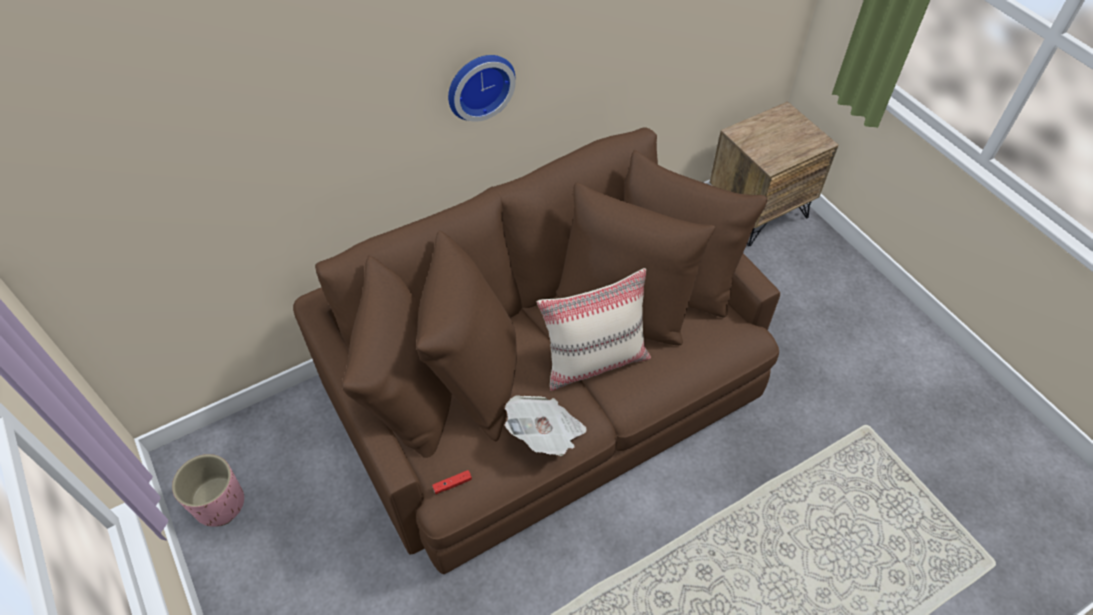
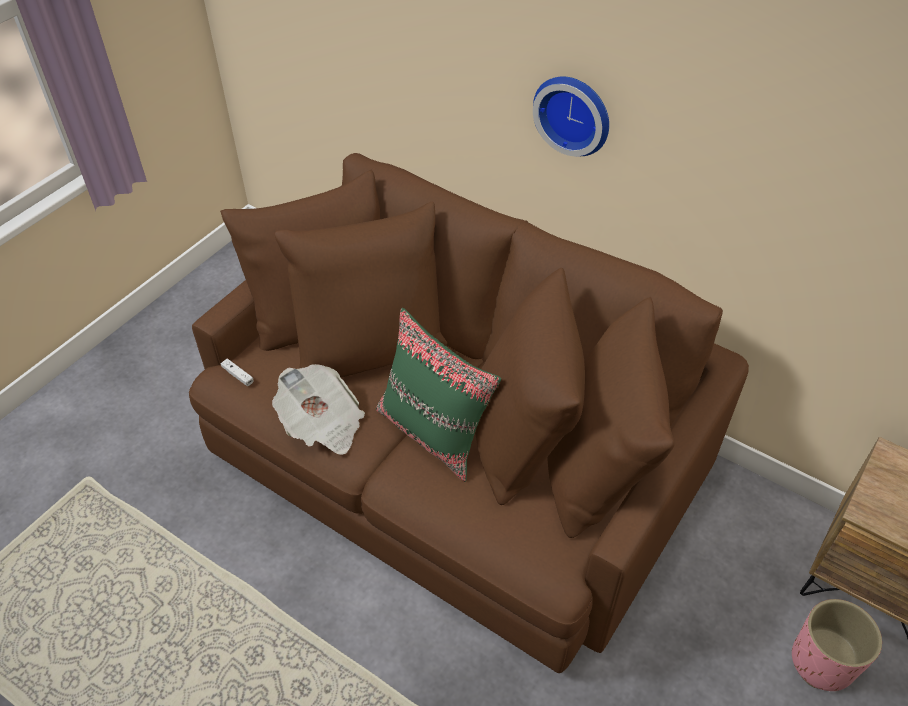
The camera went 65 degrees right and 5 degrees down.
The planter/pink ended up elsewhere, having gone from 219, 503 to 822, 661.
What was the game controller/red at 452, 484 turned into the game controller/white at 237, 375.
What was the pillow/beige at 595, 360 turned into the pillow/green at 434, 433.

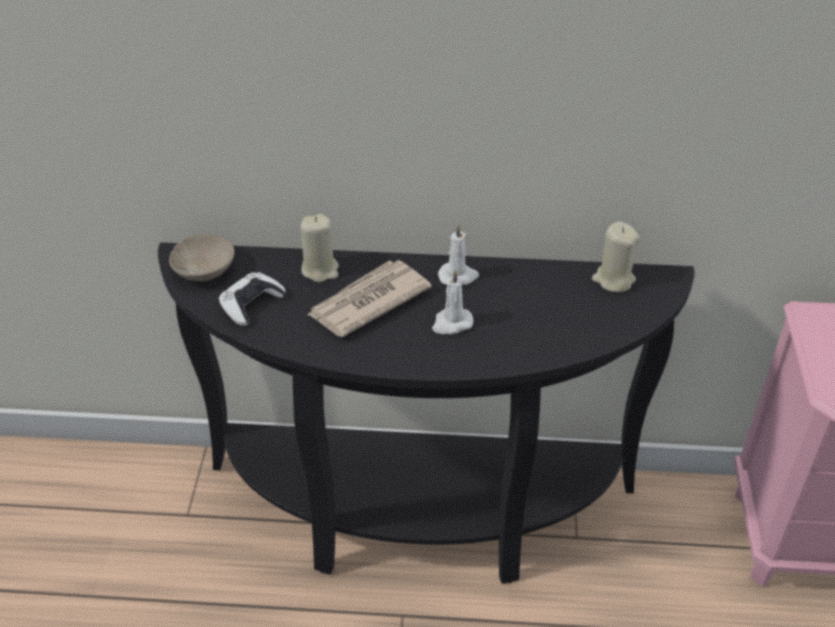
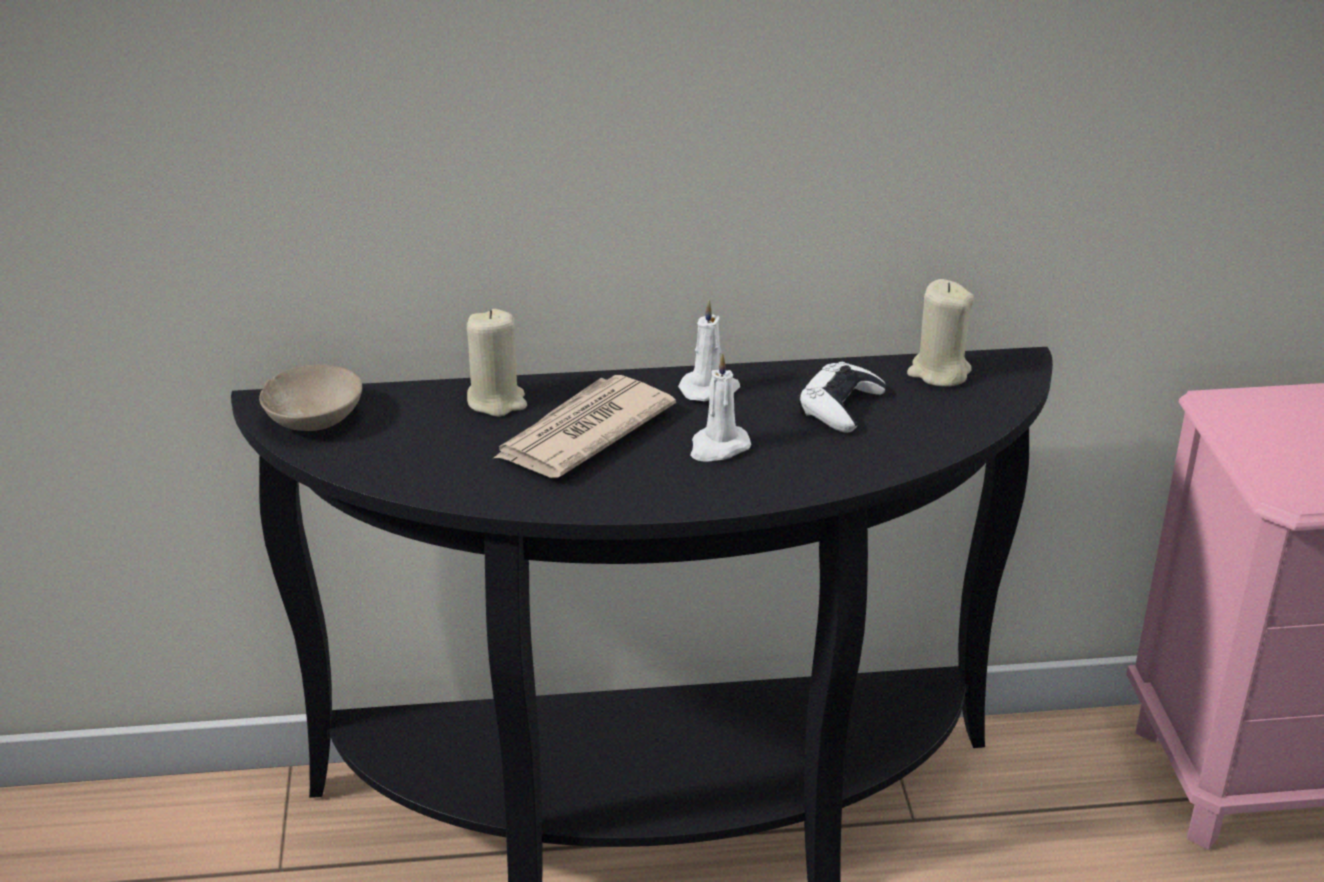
The camera went 10 degrees left and 10 degrees down.
The game controller/white ended up elsewhere, having gone from 251, 303 to 840, 406.

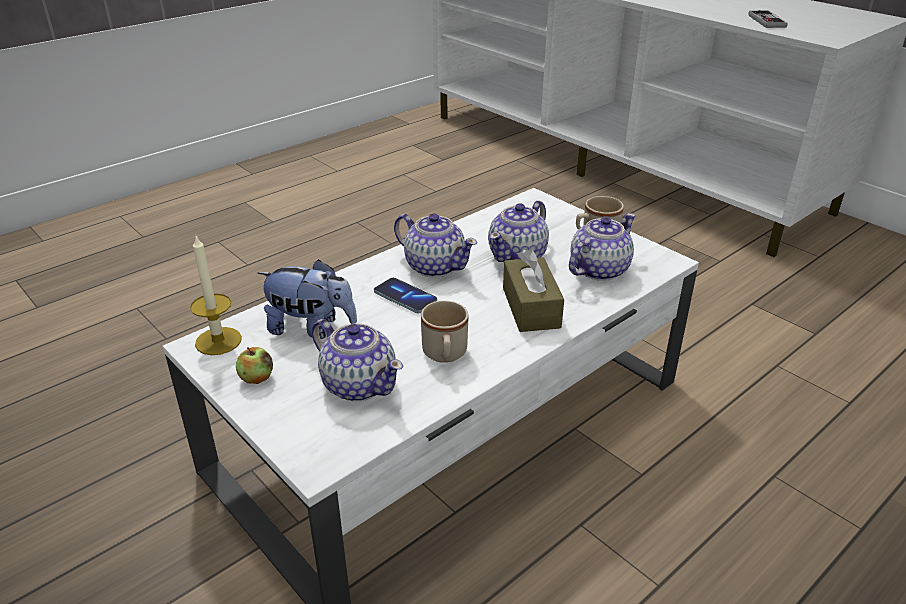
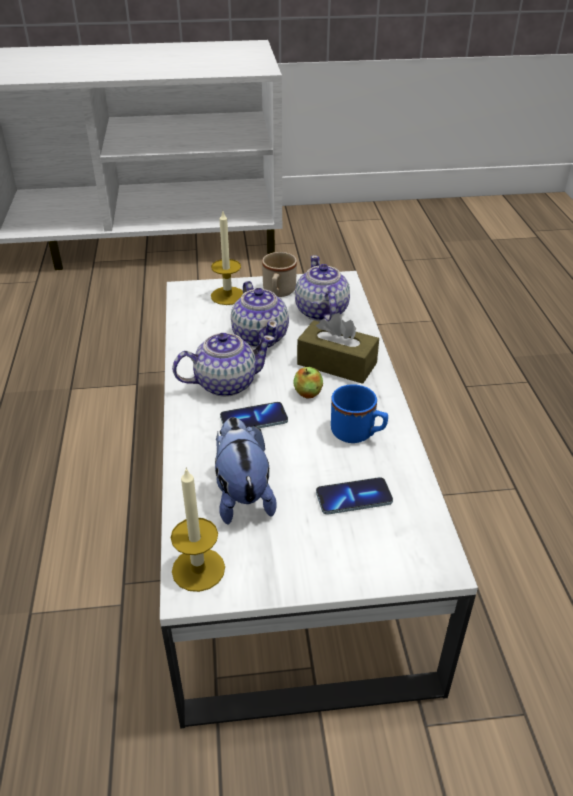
The camera went 55 degrees left and 5 degrees up.
The apple ended up elsewhere, having gone from 256, 378 to 308, 393.
The plush toy at 311, 328 ended up facing another way, 60 degrees counterclockwise from before.
Where the teapot stood at 359, 384, the phone came to stand at 354, 497.
What was the mug/beige at 445, 355 turned into the mug/blue at 358, 434.
The second view lost the game controller at 766, 21.
The second view gained the candle at 227, 296.

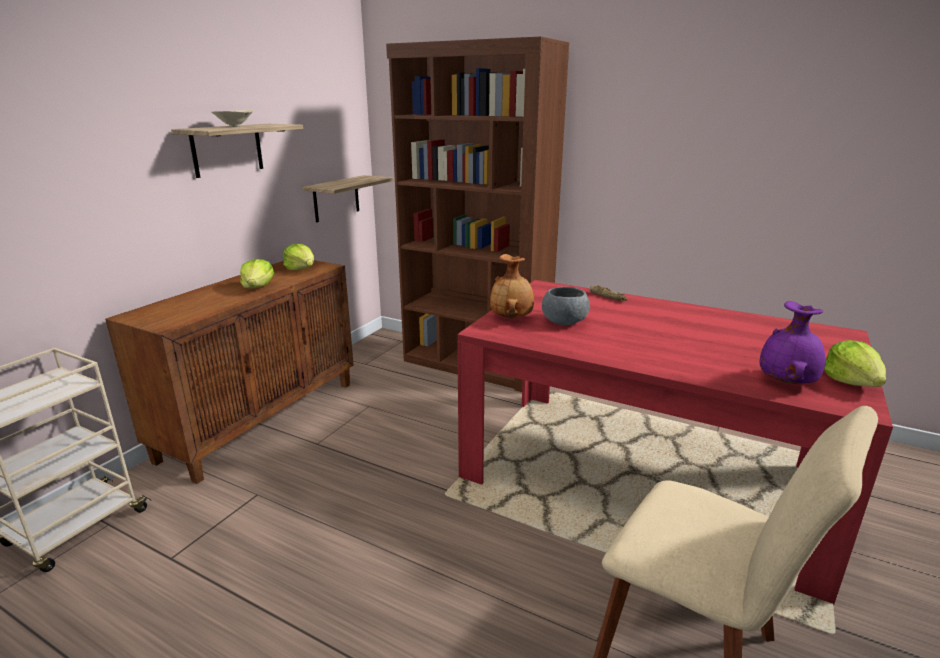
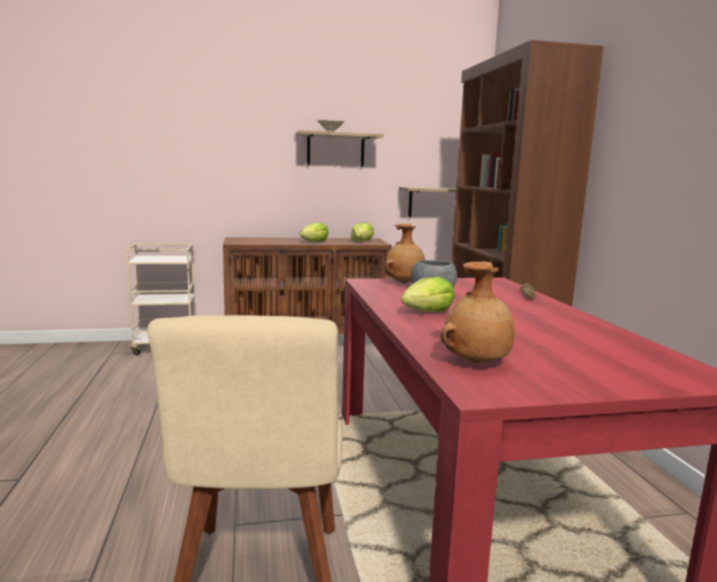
The camera went 50 degrees right and 10 degrees down.
What was the vase/purple at 787, 382 turned into the vase/brown at 477, 362.
The lettuce ended up elsewhere, having gone from 852, 382 to 428, 312.

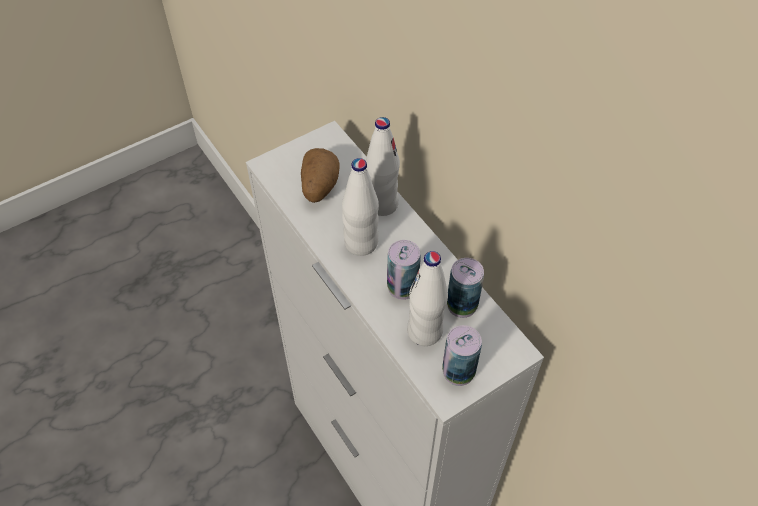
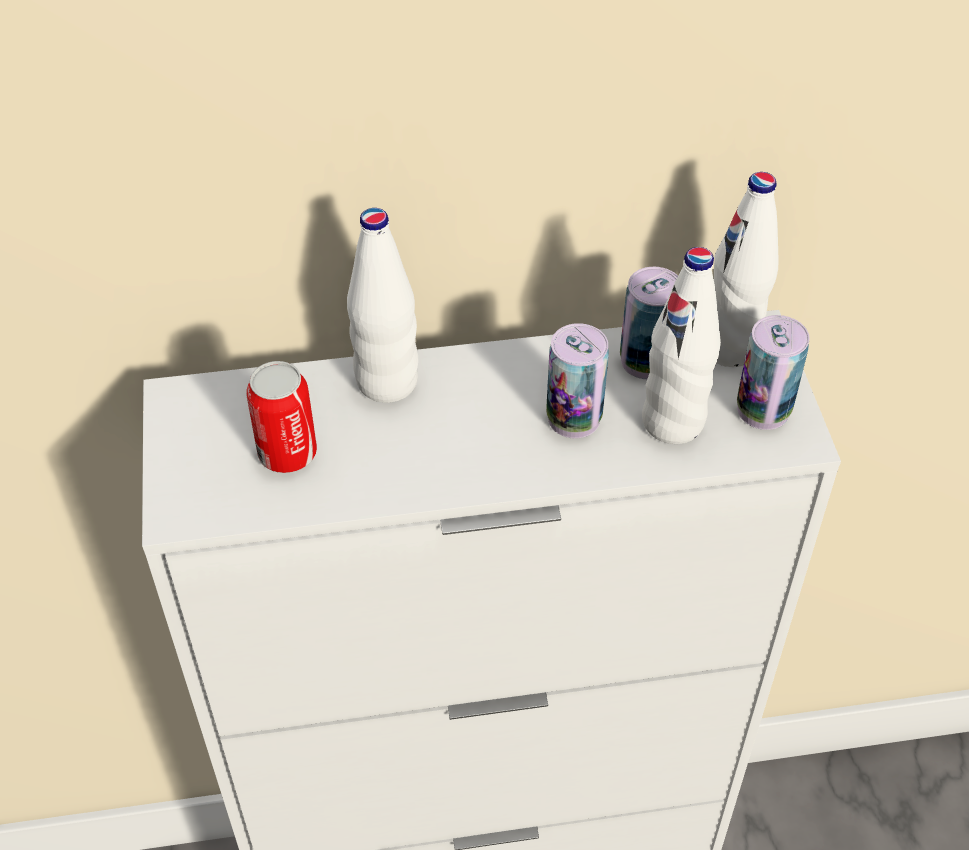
The camera went 65 degrees left and 5 degrees down.
Where the potato stood at 319, 186, the can came to stand at 287, 453.
The bottle/white ended up elsewhere, having gone from 361, 243 to 730, 347.

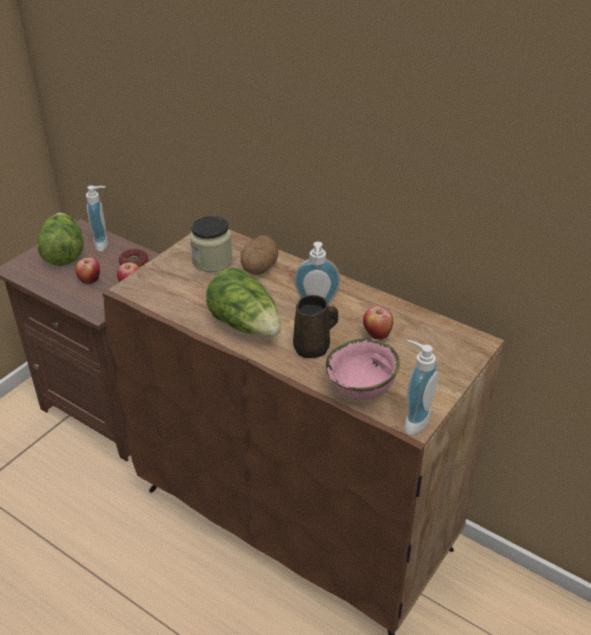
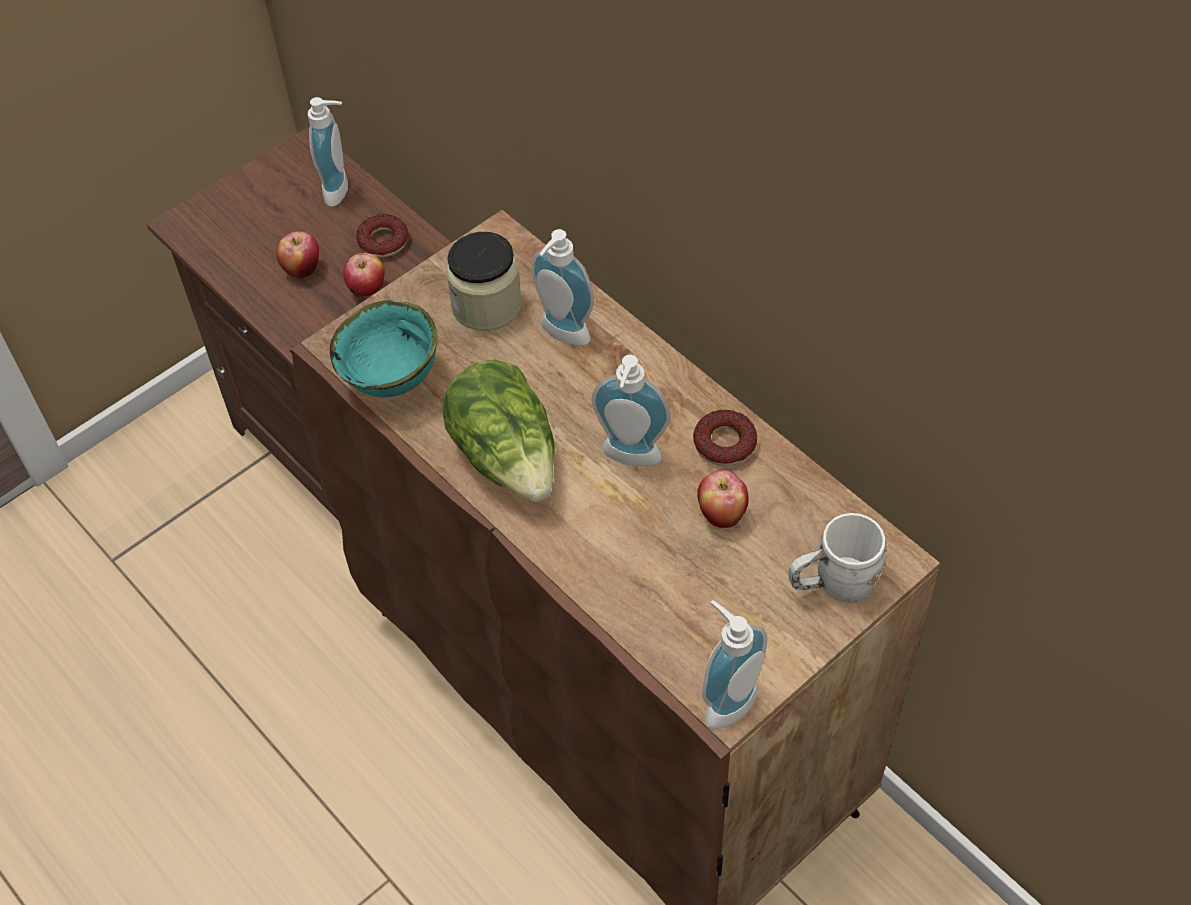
The camera went 15 degrees right and 15 degrees up.
The second view lost the lettuce at 63, 253.
Where the potato stood at 258, 269, the soap dispenser came to stand at 561, 335.
The second view lost the mug/brown at 313, 348.
The second view lost the bowl/pink at 362, 392.
The second view gained the bowl/turquoise at 393, 381.
The second view gained the donut at 724, 443.
The second view gained the mug/white at 833, 584.

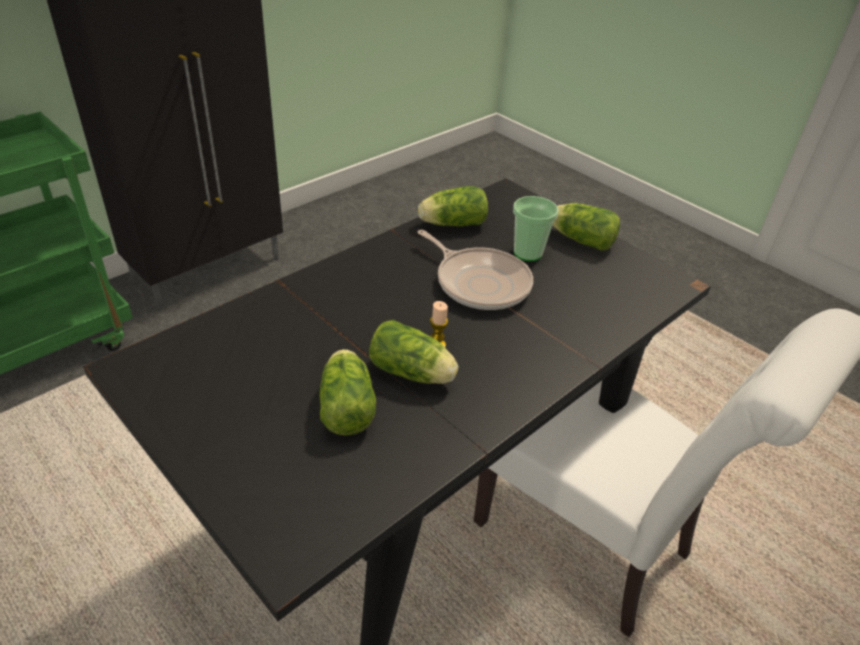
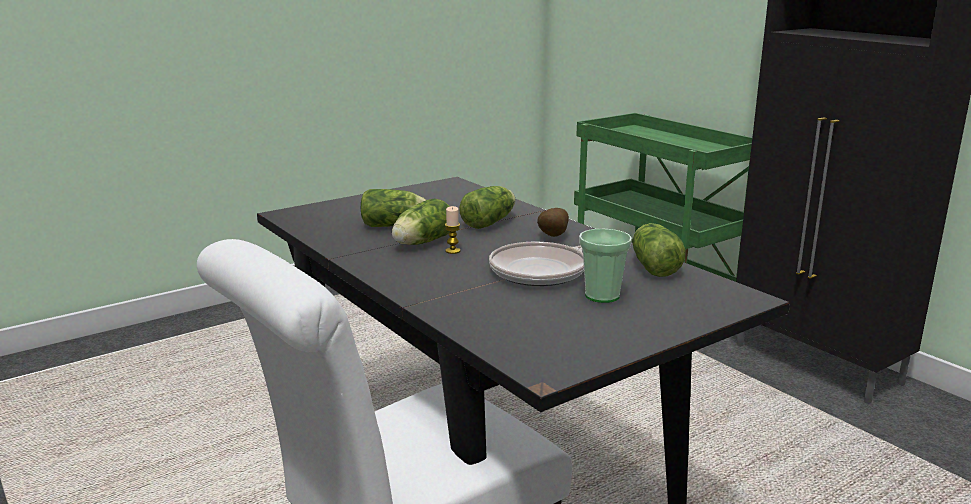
The camera went 100 degrees right and 20 degrees down.
The lettuce ended up elsewhere, having gone from 579, 239 to 490, 222.
The second view gained the potato at 551, 236.

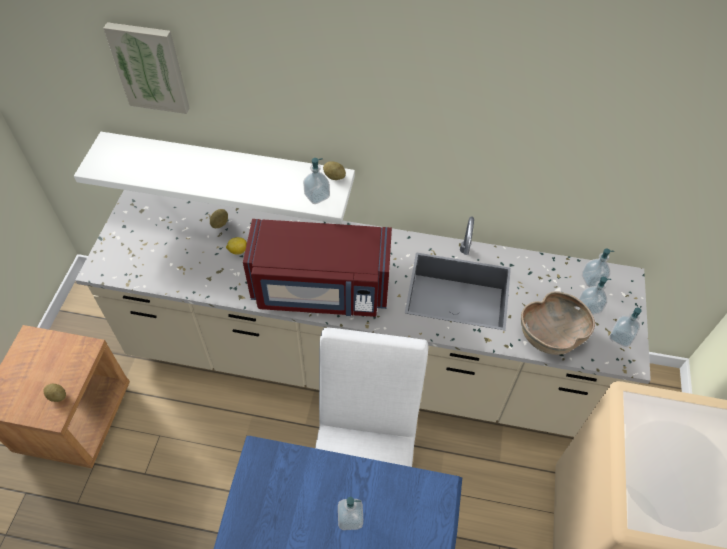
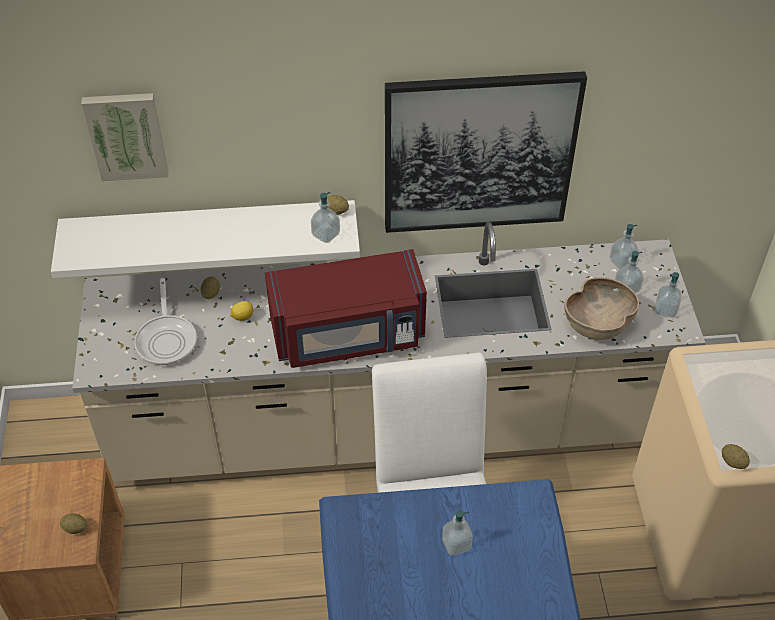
The camera went 15 degrees left and 5 degrees down.
The second view gained the frying pan at 167, 339.
The second view gained the picture at 479, 153.
The second view gained the potato at 733, 462.

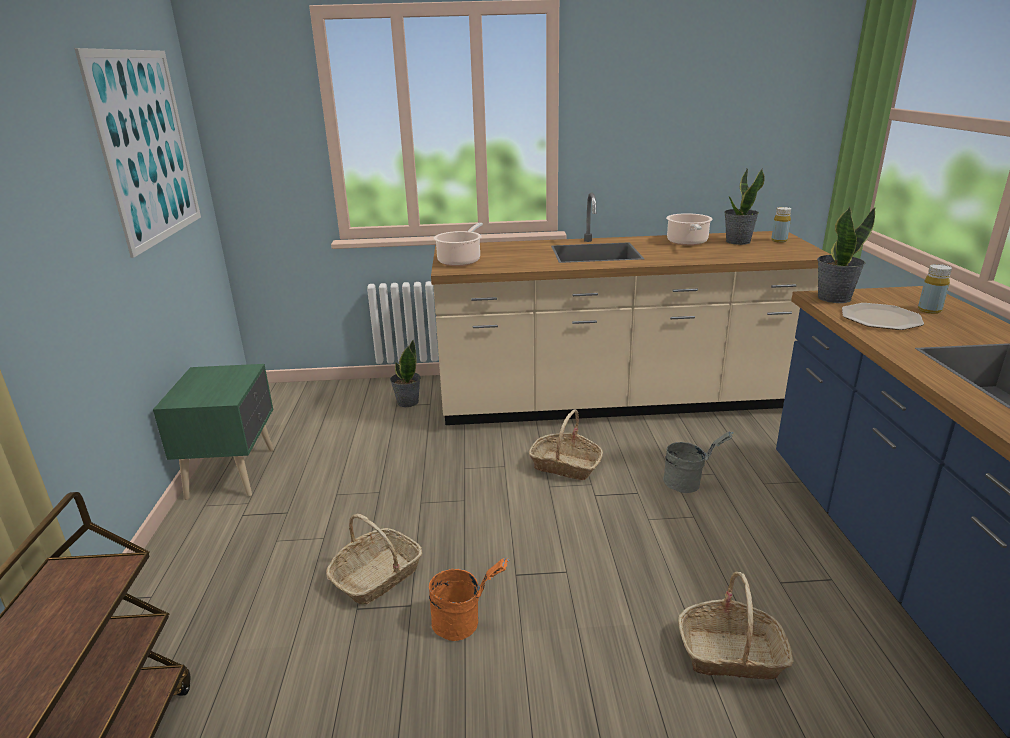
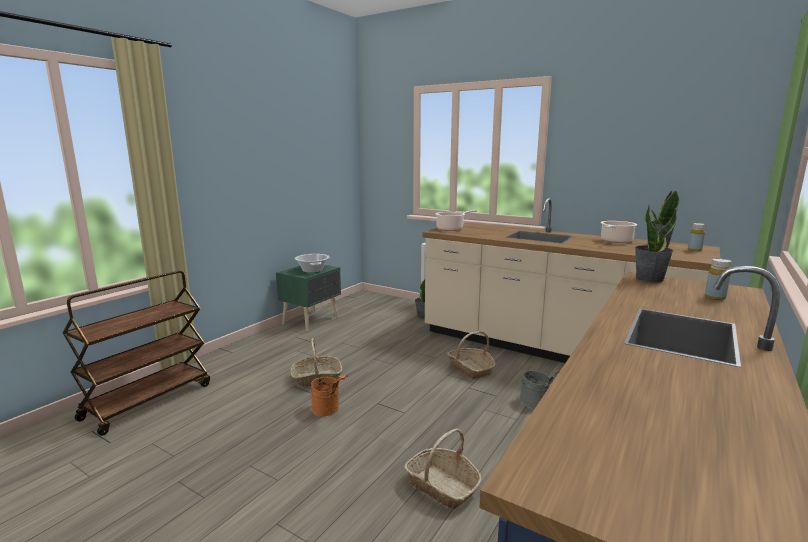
The camera went 35 degrees right and 10 degrees down.
The second view lost the picture at 147, 147.
The second view lost the plate at 880, 319.
The second view gained the cooking pot at 313, 270.

